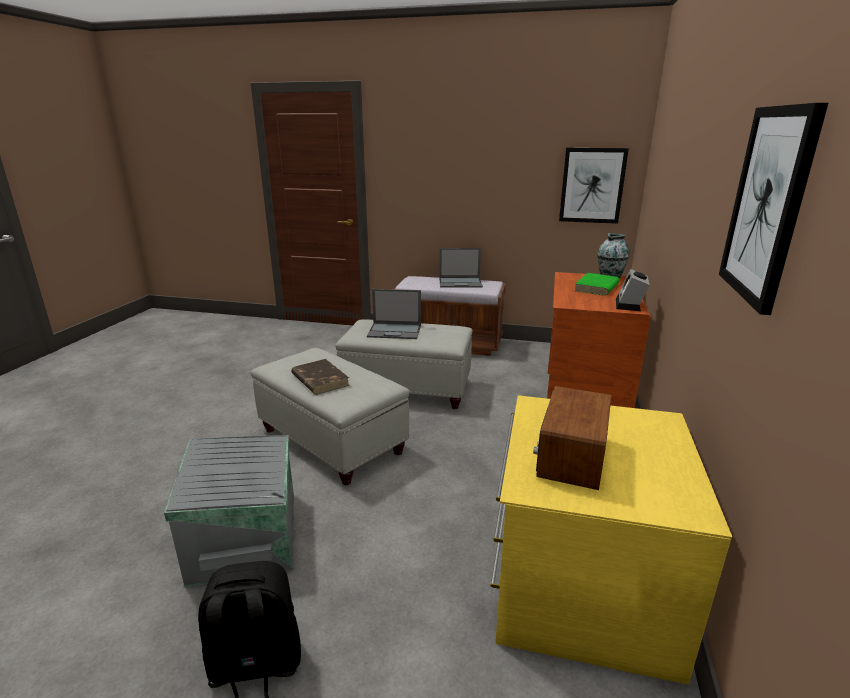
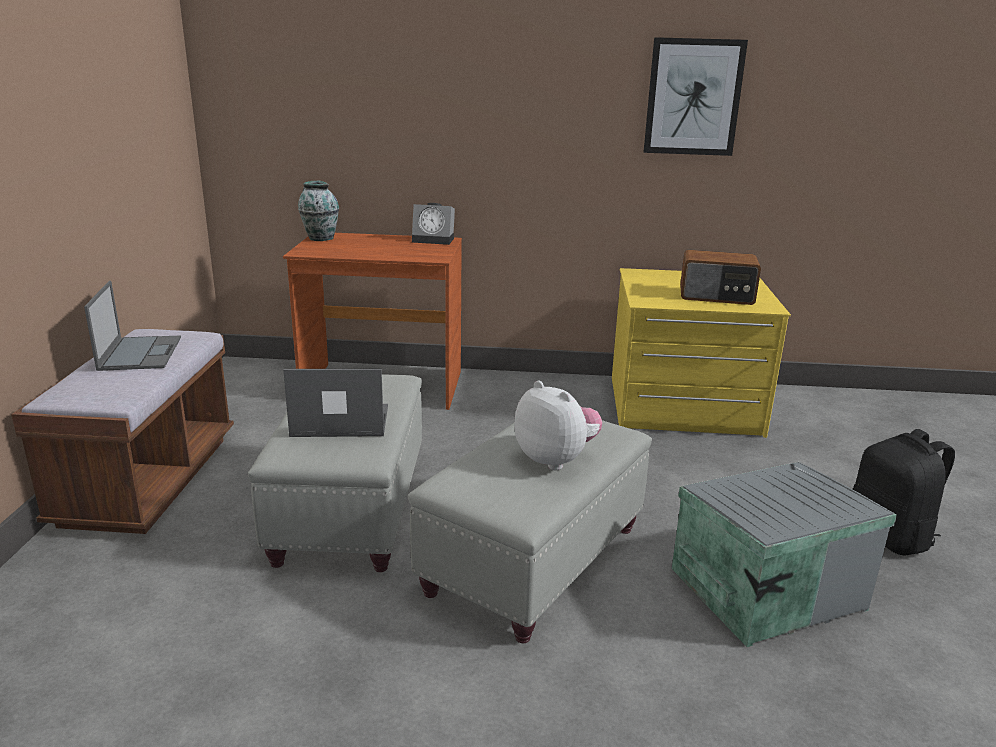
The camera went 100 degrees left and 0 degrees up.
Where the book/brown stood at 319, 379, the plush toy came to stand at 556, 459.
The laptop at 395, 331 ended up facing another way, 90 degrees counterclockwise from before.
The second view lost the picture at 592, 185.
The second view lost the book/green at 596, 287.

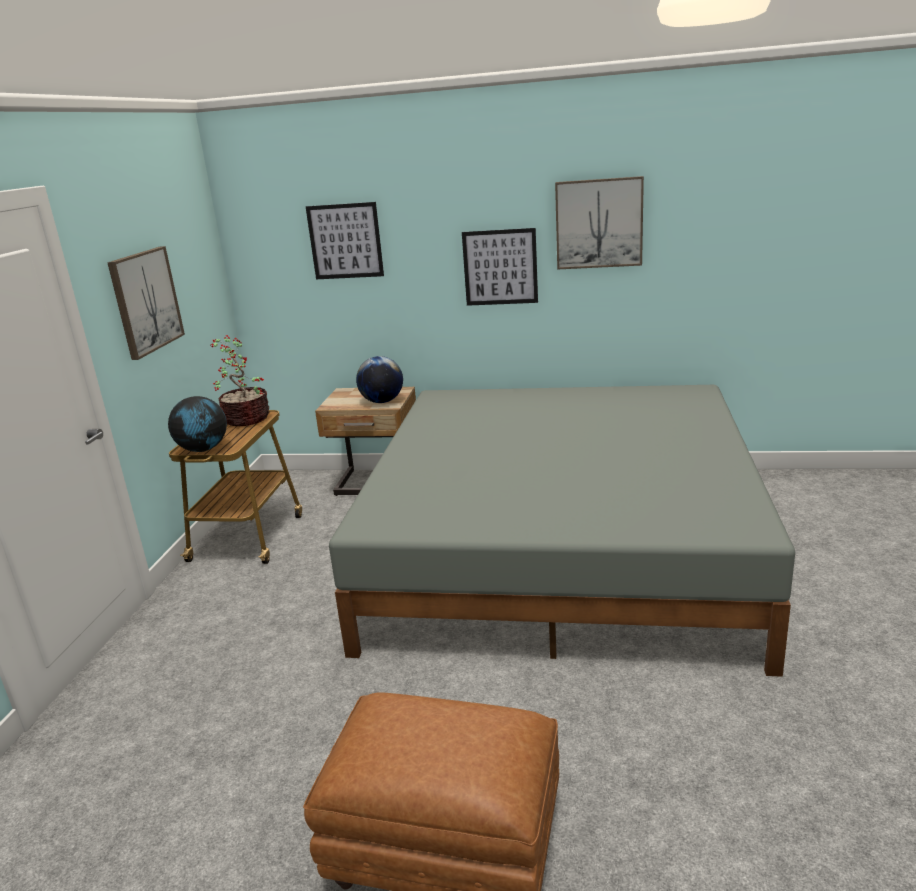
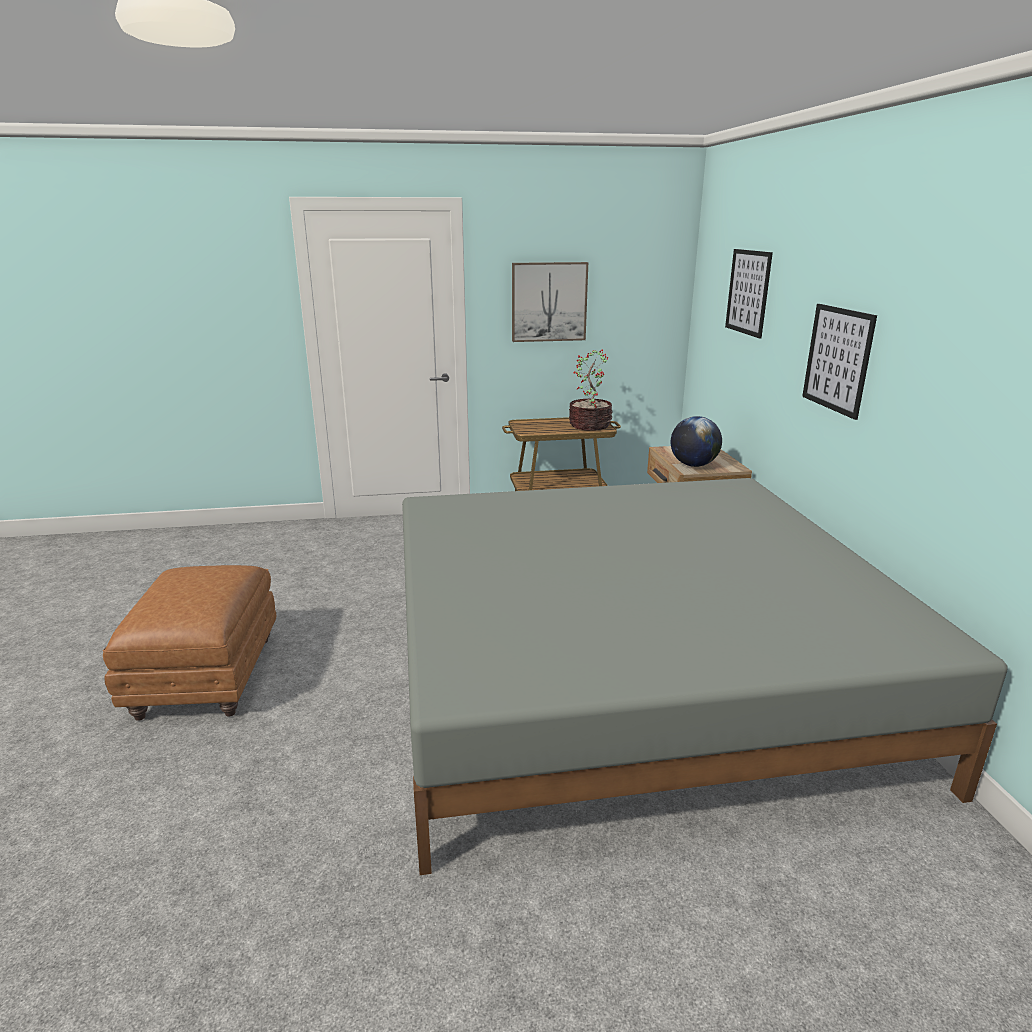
The camera went 70 degrees right and 0 degrees up.
The second view lost the globe at 203, 449.
The second view lost the picture at 599, 223.

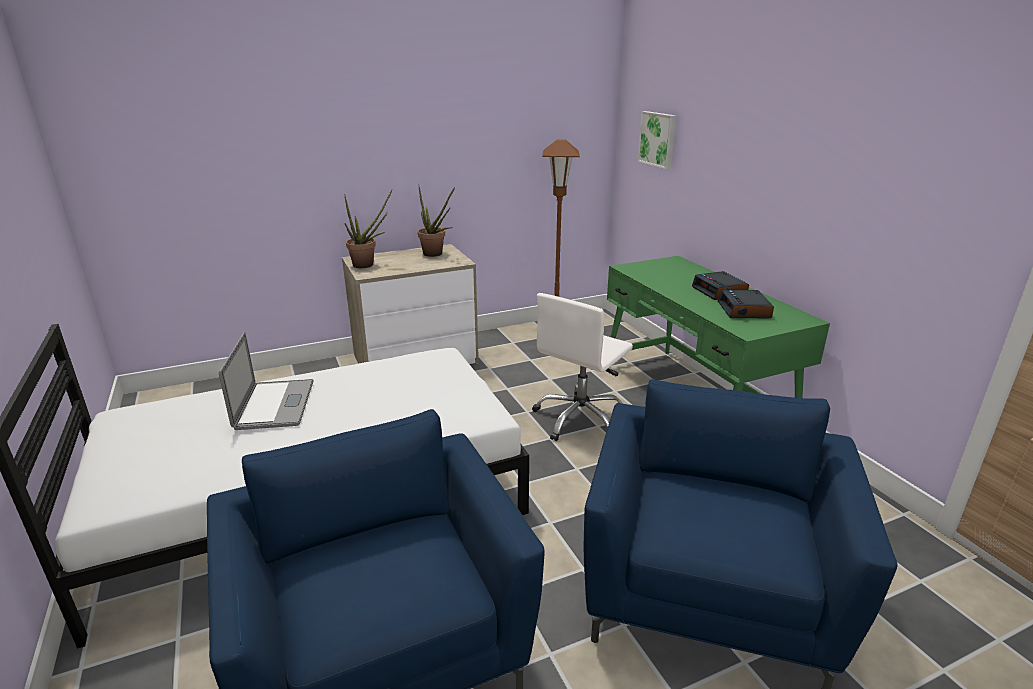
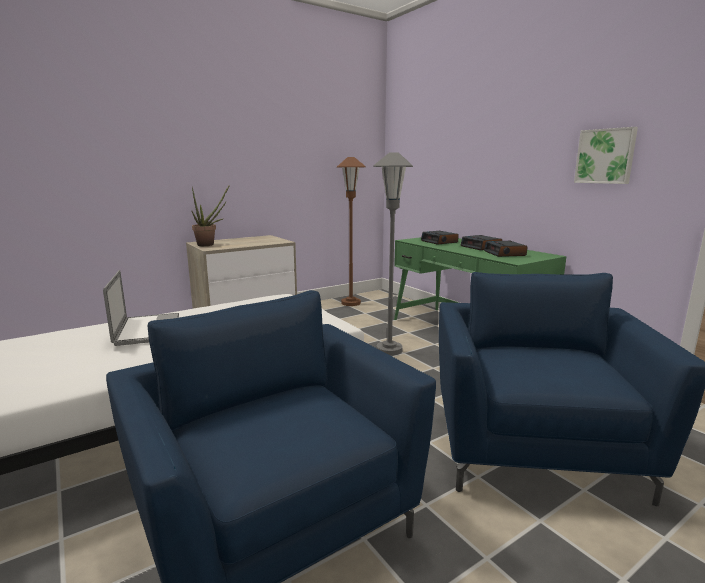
The camera went 10 degrees left and 10 degrees down.
The second view lost the potted plant at 436, 254.
Where the office chair/white stood at 580, 419, the floor lamp/grey came to stand at 389, 349.
The picture ended up elsewhere, having gone from 658, 139 to 605, 156.
The second view gained the alarm clock at 439, 241.

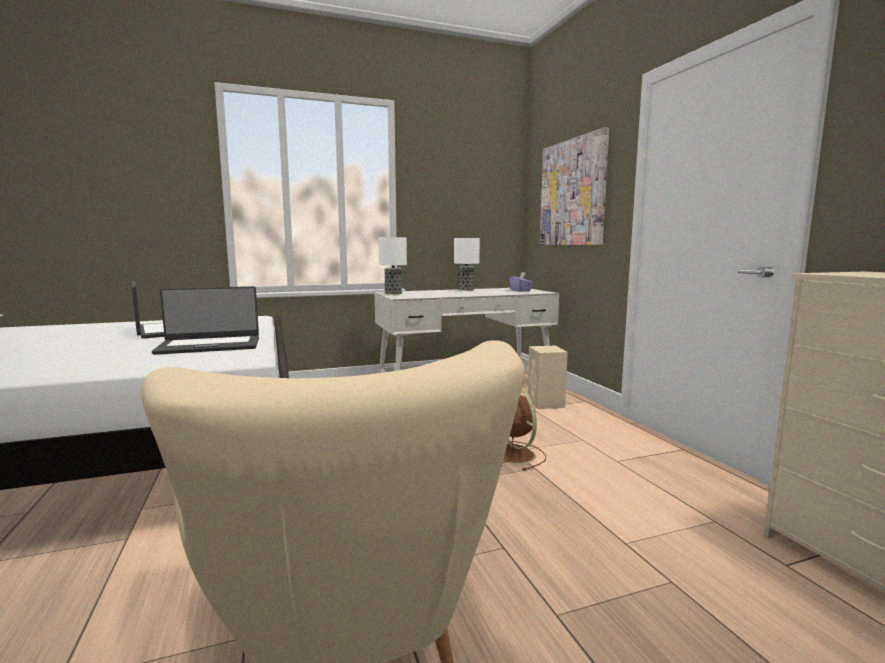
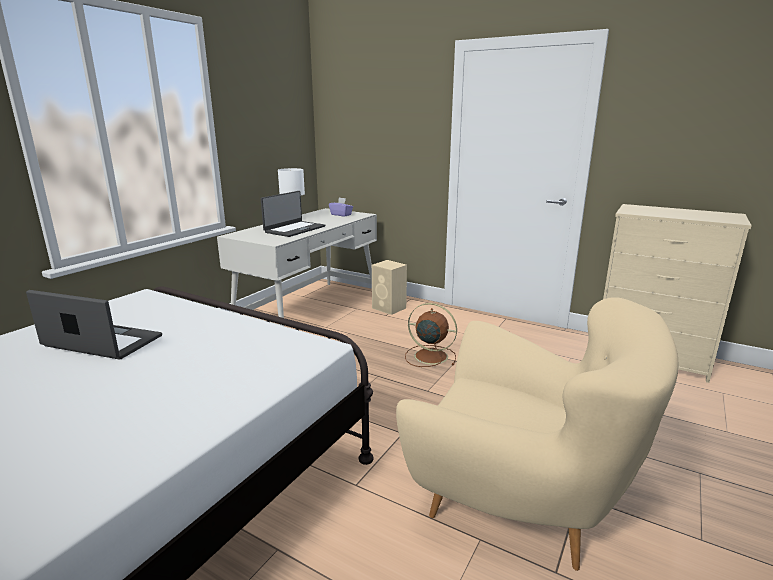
The camera went 40 degrees left and 10 degrees up.
The laptop ended up elsewhere, having gone from 210, 345 to 294, 229.
The second view lost the table lamp at 393, 293.
The second view lost the picture at 573, 193.

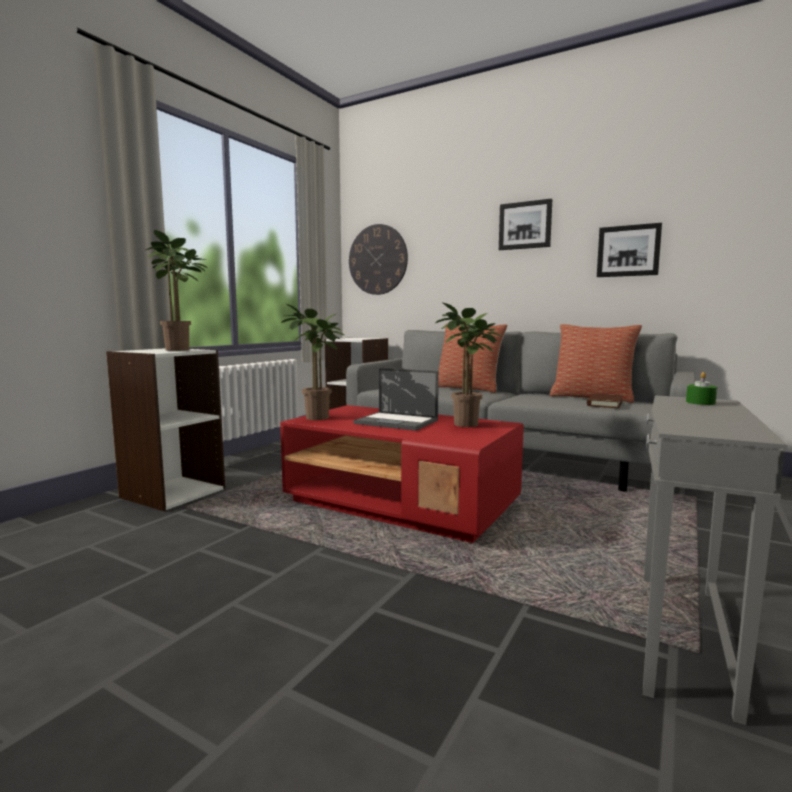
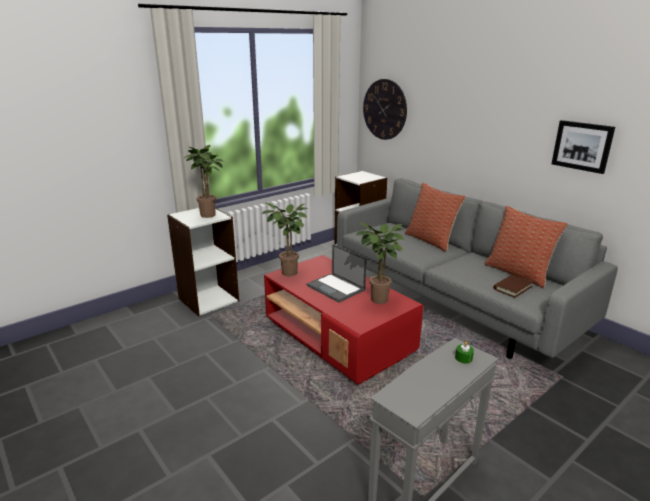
The camera went 20 degrees right and 15 degrees up.
The second view lost the picture at 525, 225.

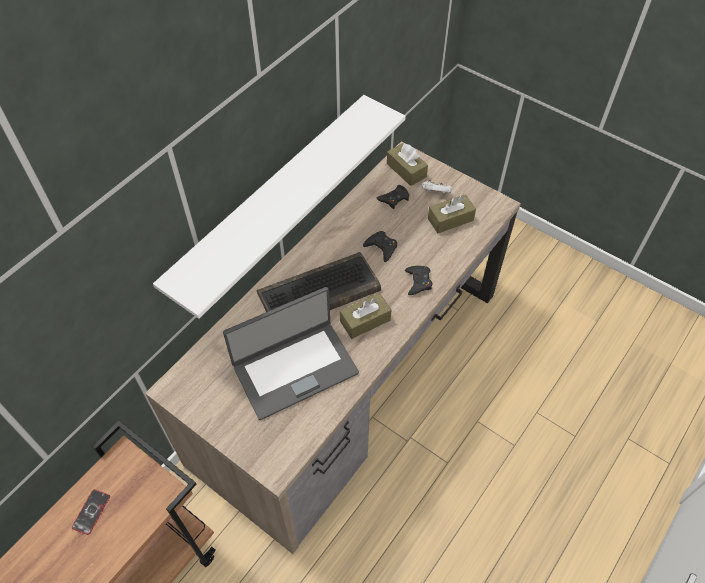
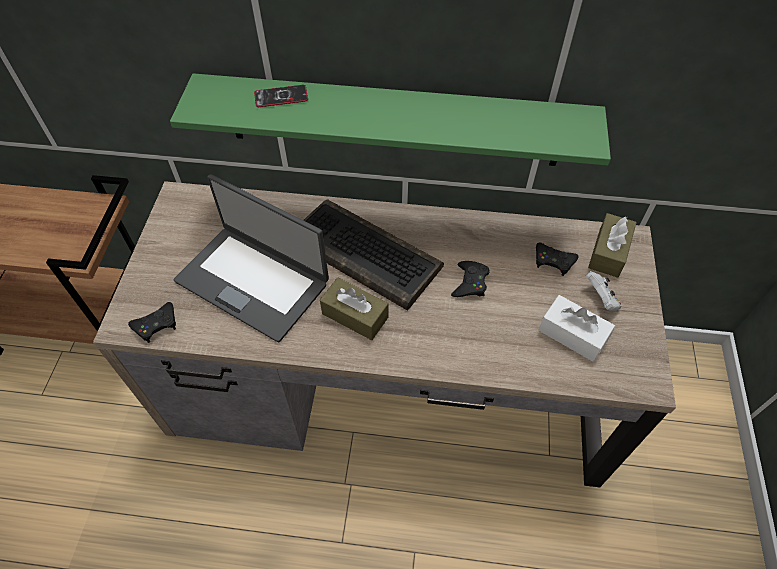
The camera went 60 degrees right and 0 degrees up.
The phone ended up elsewhere, having gone from 91, 512 to 281, 97.
What was the shelf/white at 271, 200 turned into the shelf/green at 393, 121.
The game controller/black ended up elsewhere, having gone from 418, 282 to 156, 324.
What was the tissue box/brown at 450, 219 turned into the tissue box/white at 572, 334.

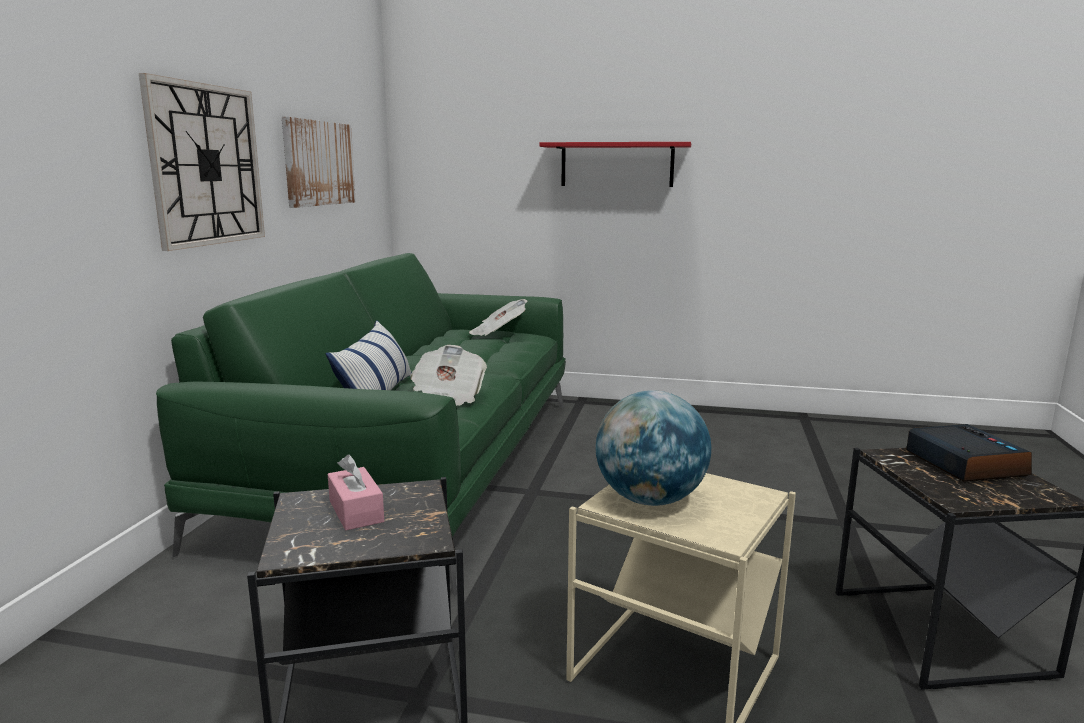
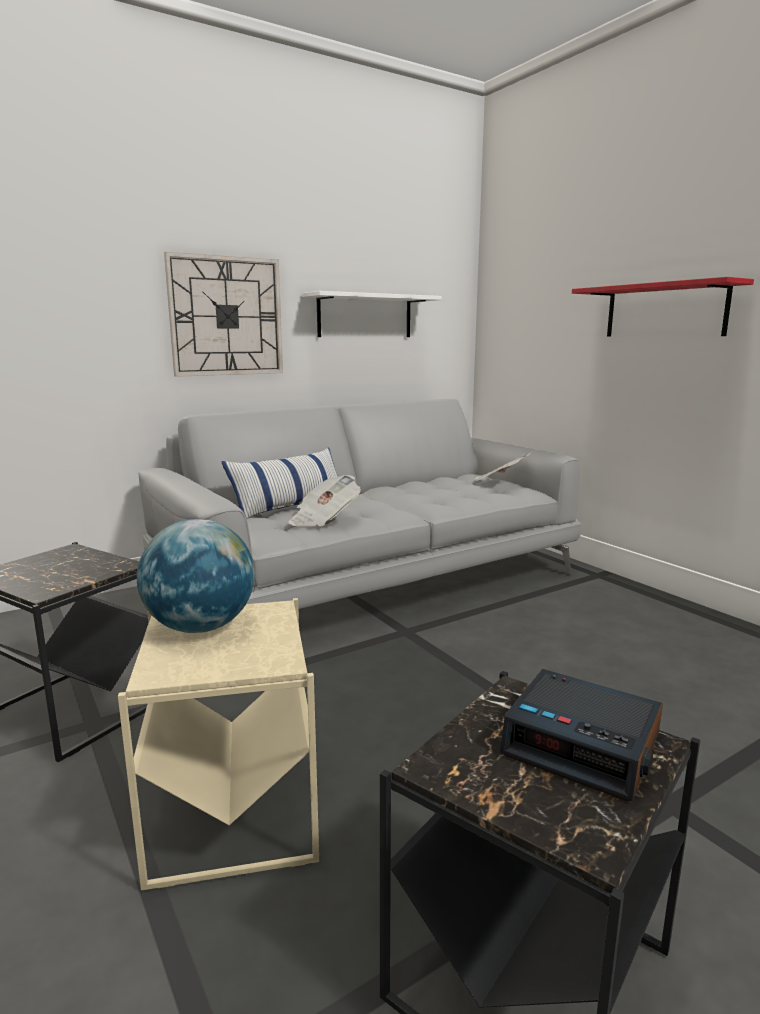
The camera went 45 degrees right and 0 degrees up.
What was the sofa/green at 418, 462 turned into the sofa/grey at 371, 580.
Where the picture hung at 318, 163, the shelf/white came to hang at 365, 316.
The second view lost the tissue box/pink at 356, 511.
The alarm clock at 963, 463 ended up facing another way, 90 degrees clockwise from before.

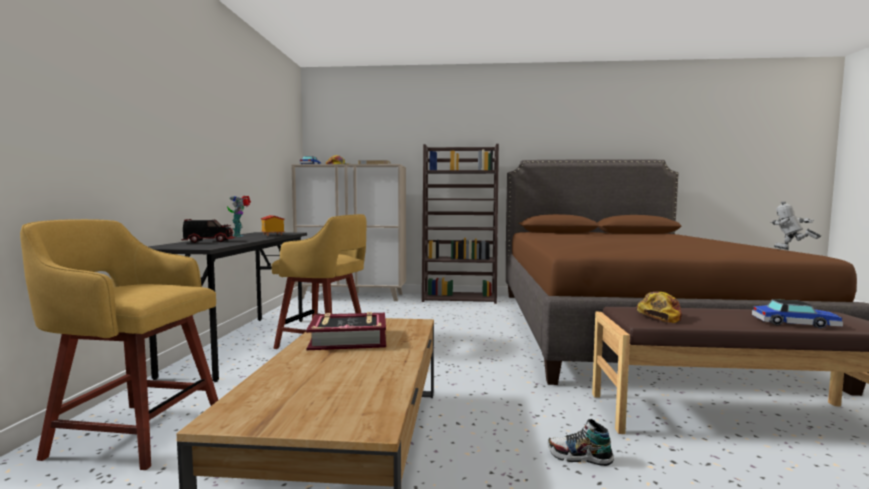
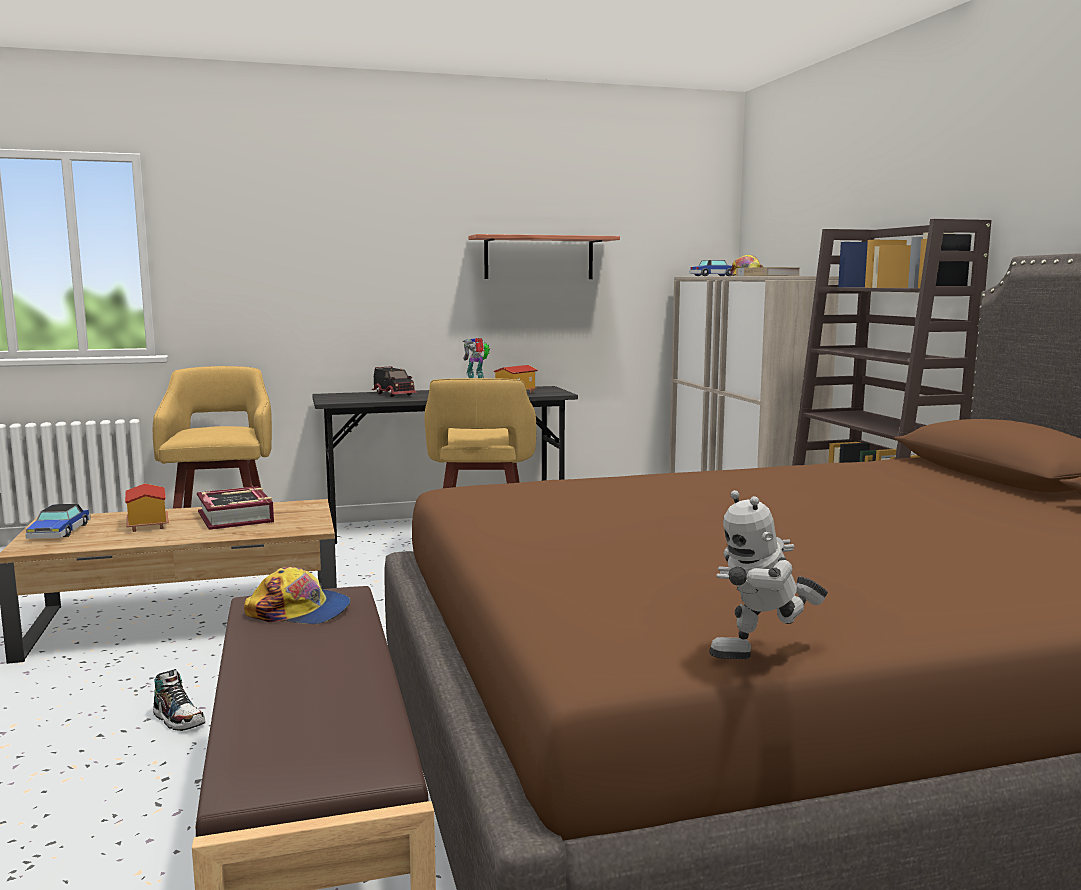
The camera went 70 degrees right and 5 degrees up.
The shoe at 579, 457 ended up facing another way, 135 degrees clockwise from before.
The toy car ended up elsewhere, having gone from 794, 323 to 60, 532.
The toy robot at 791, 250 ended up facing another way, 150 degrees counterclockwise from before.
The second view gained the toy house at 146, 525.
The second view gained the shelf at 539, 258.

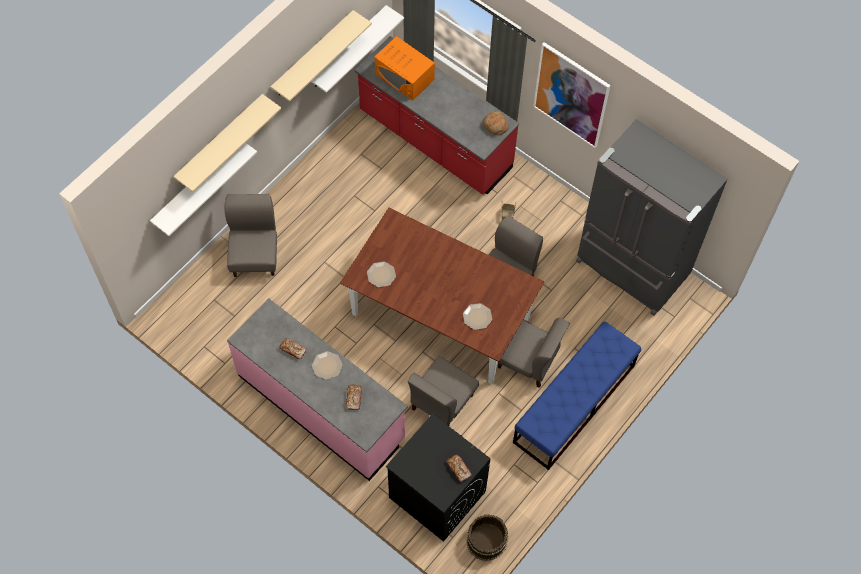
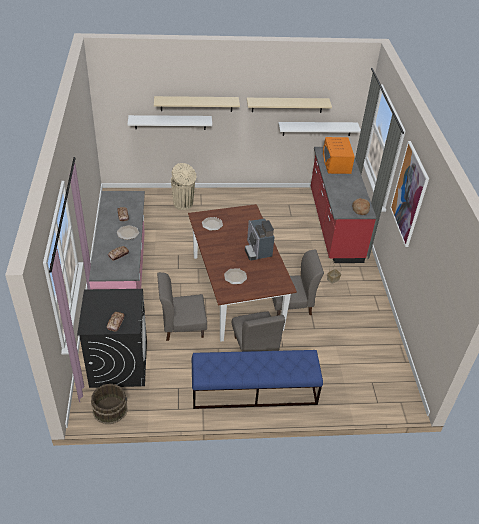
The camera went 45 degrees right and 20 degrees down.
Where the chair/grey stood at 255, 256, the trash can/beige came to stand at 183, 204.
The second view lost the fridge/grey at 631, 269.
The second view gained the coffee machine at 257, 250.

